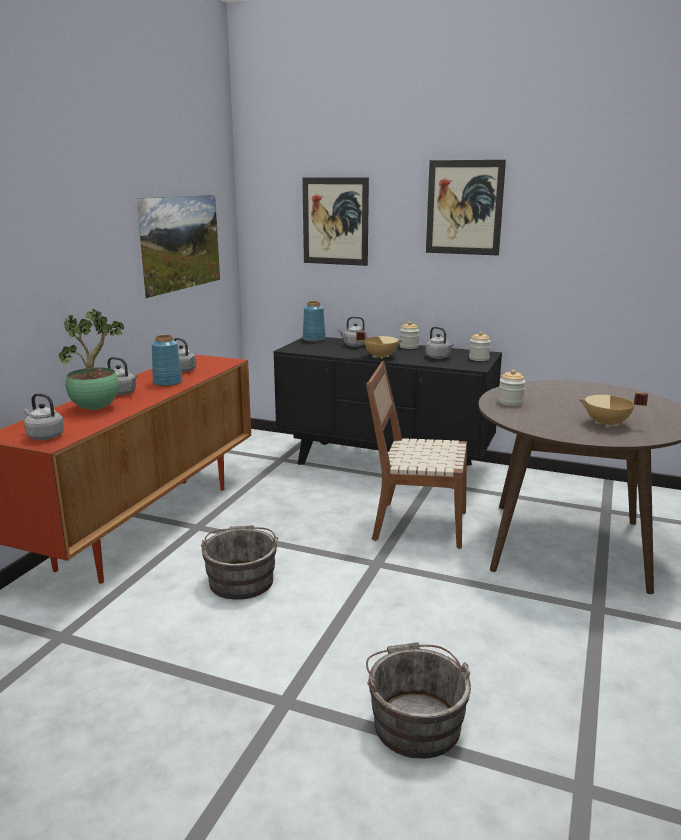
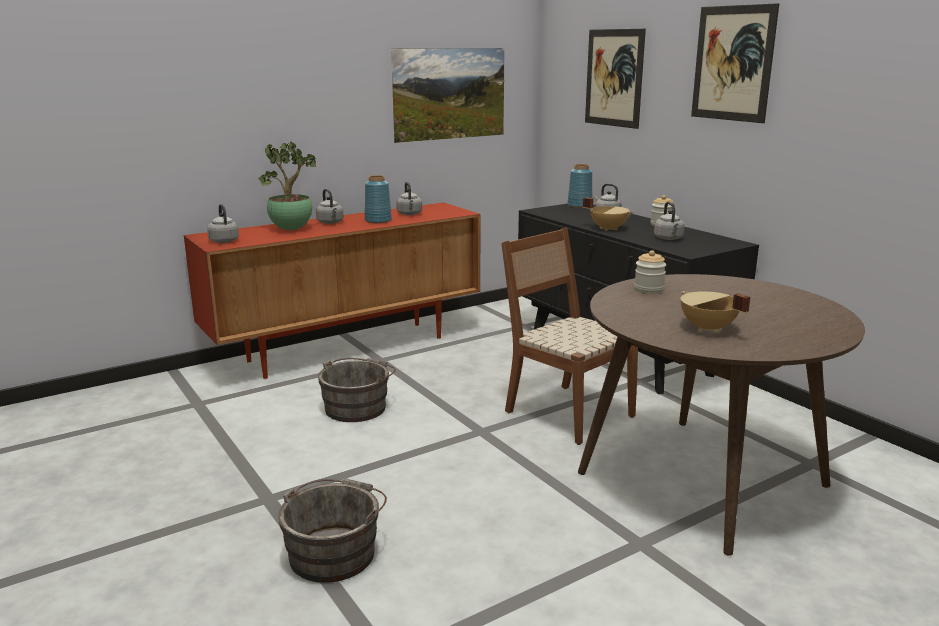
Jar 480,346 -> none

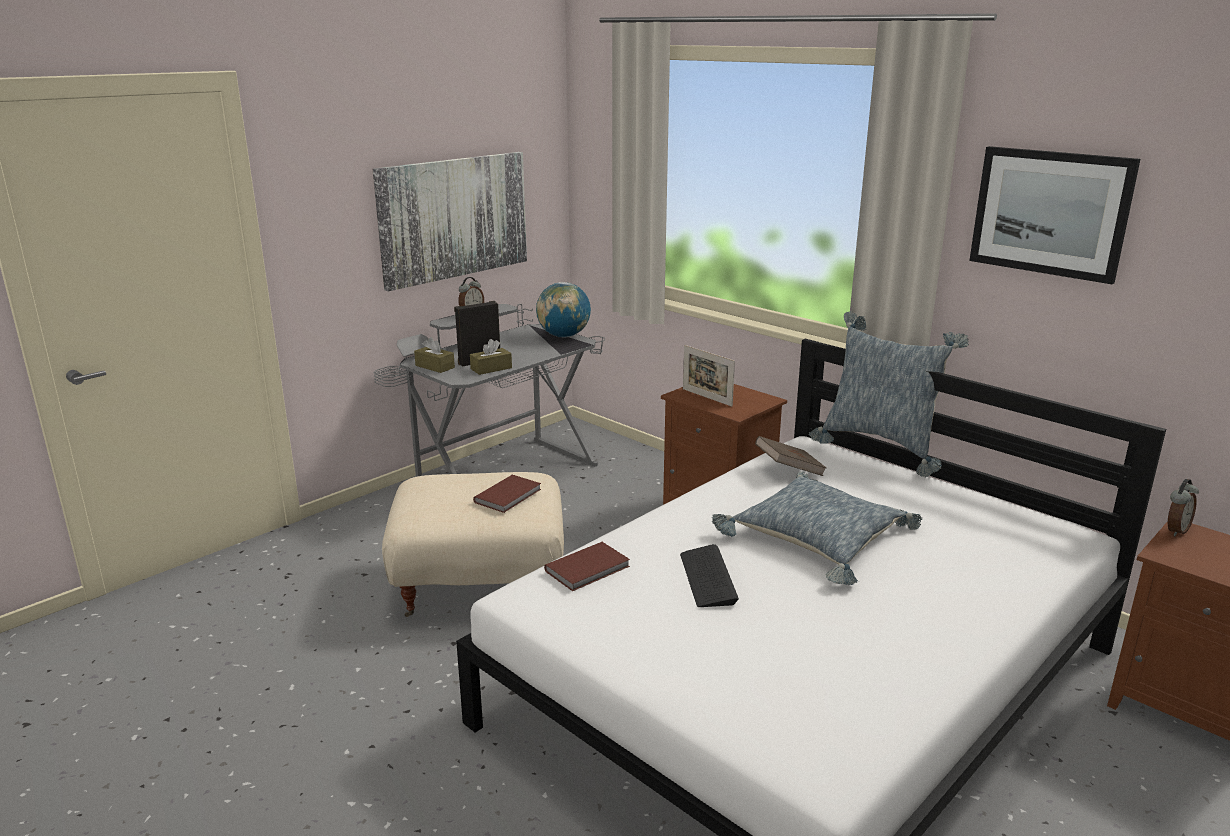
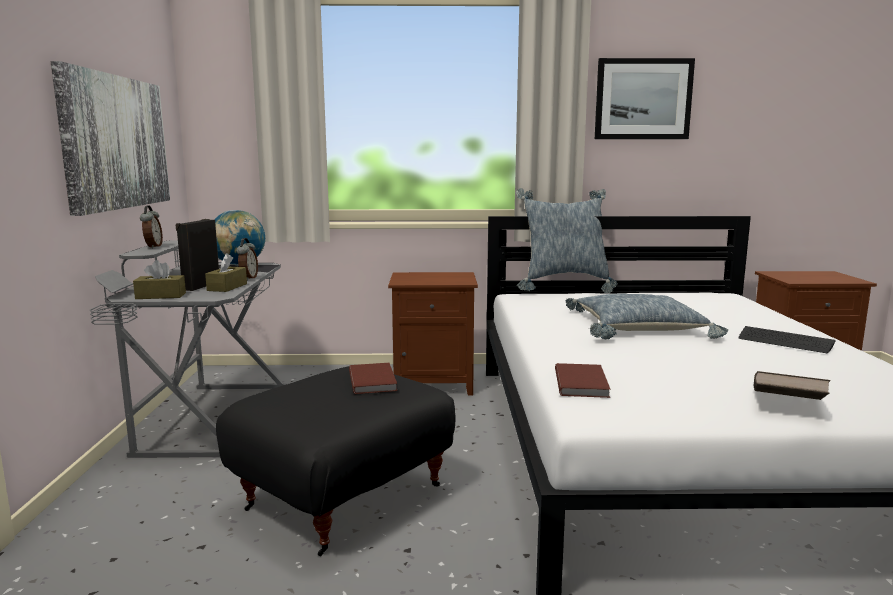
BeigeOttoman 473,544 -> BlackOttoman 336,461
AlarmClock 1183,507 -> AlarmClock 247,259, shifted
Keyboard 709,575 -> Keyboard 787,339, shifted
BrownBook 790,456 -> BrownBook 792,385, shifted
PictureFrame 709,376 -> none

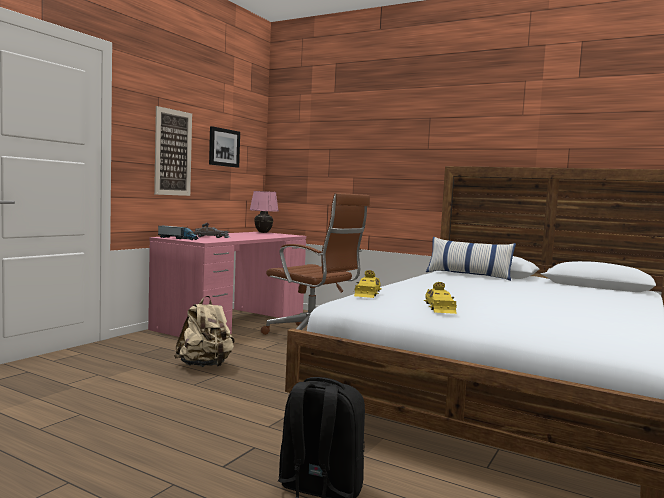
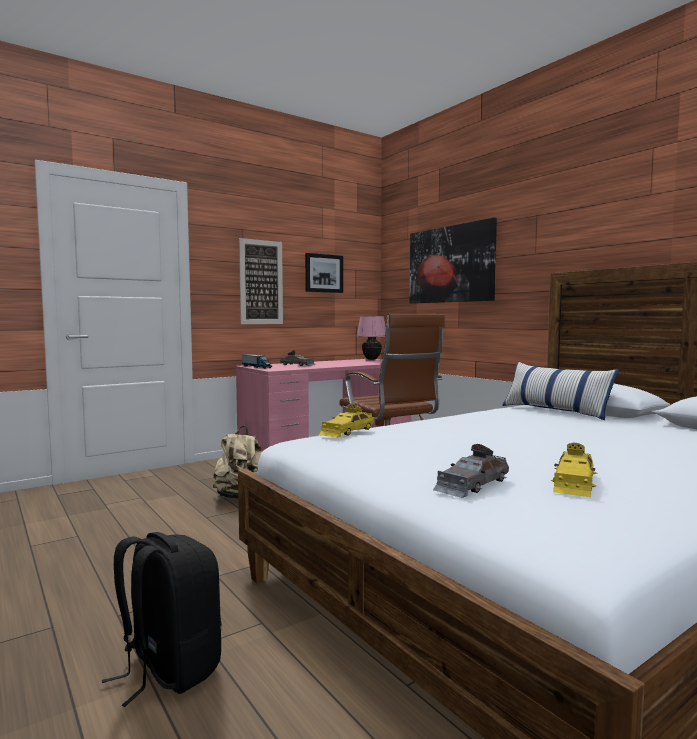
none -> Picture 453,260
none -> GreyToyCar 471,471
YellowToyCar 440,298 -> YellowToyCar 573,469, shifted

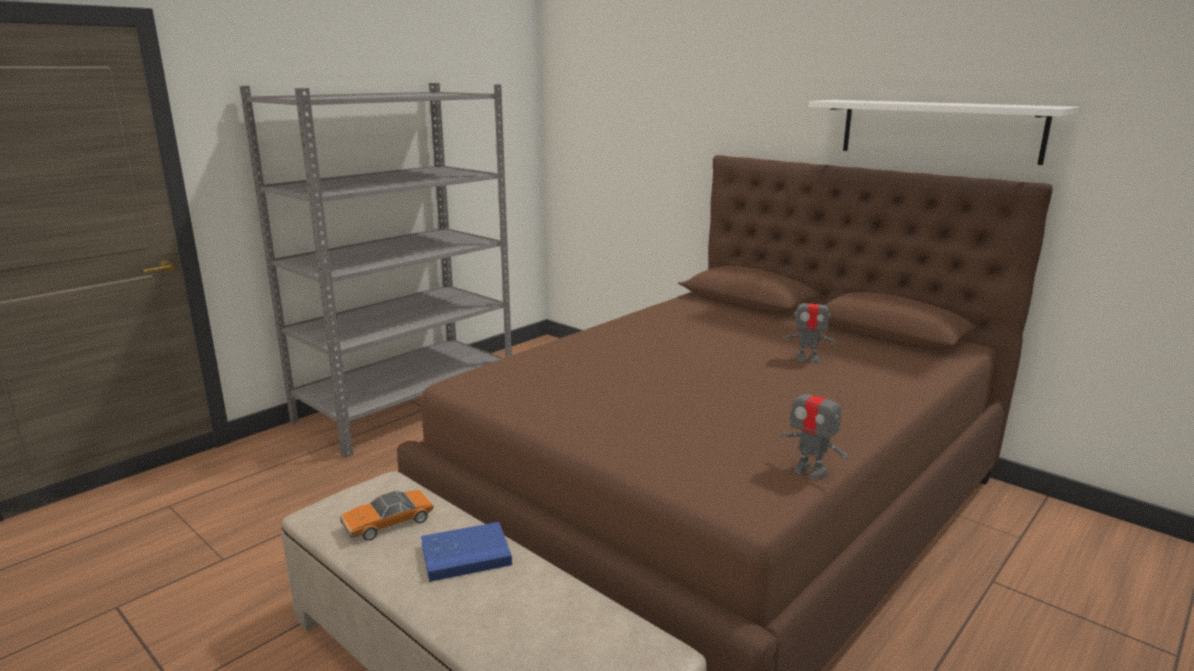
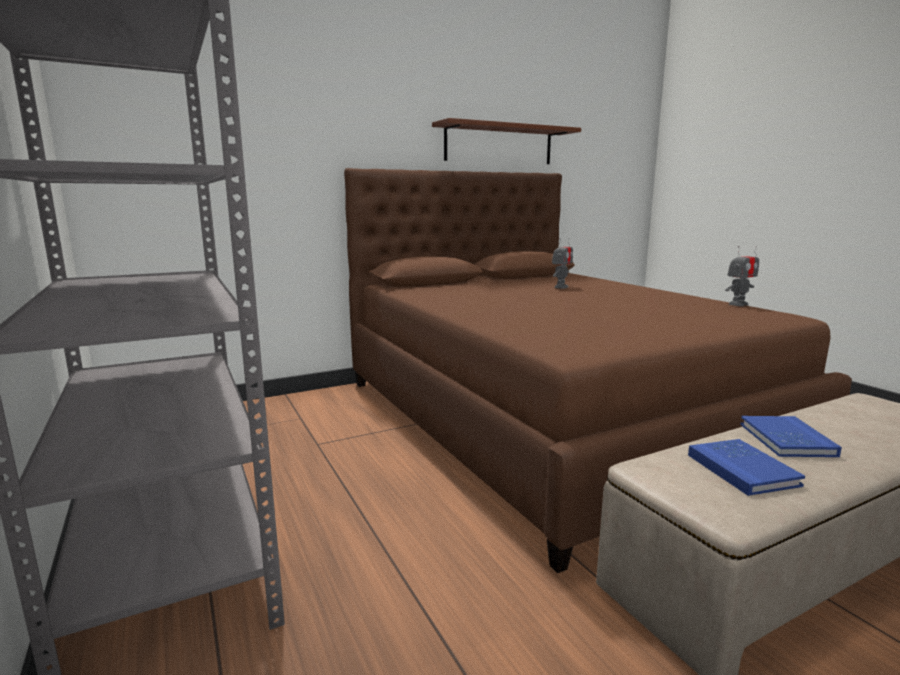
WhiteShelf 943,132 -> BrownShelf 506,141
ToyCar 387,515 -> BlueBook 746,467

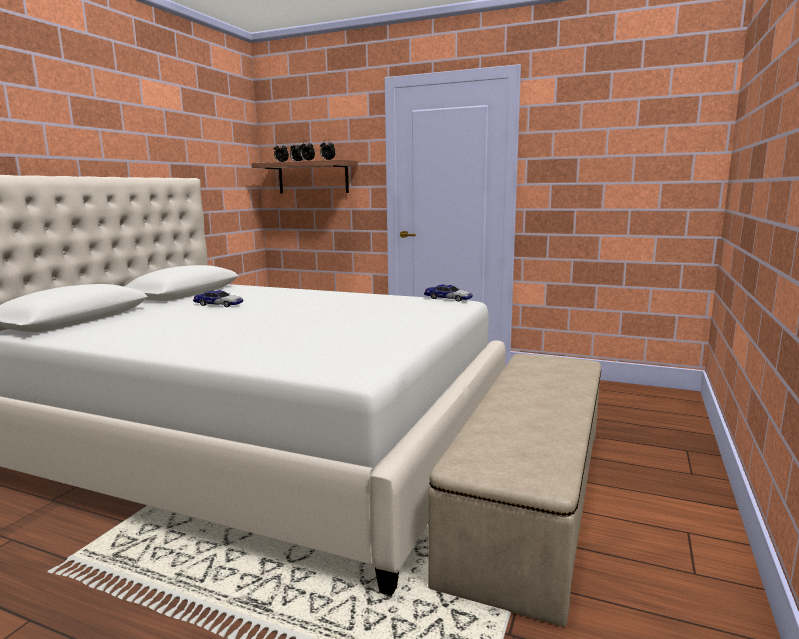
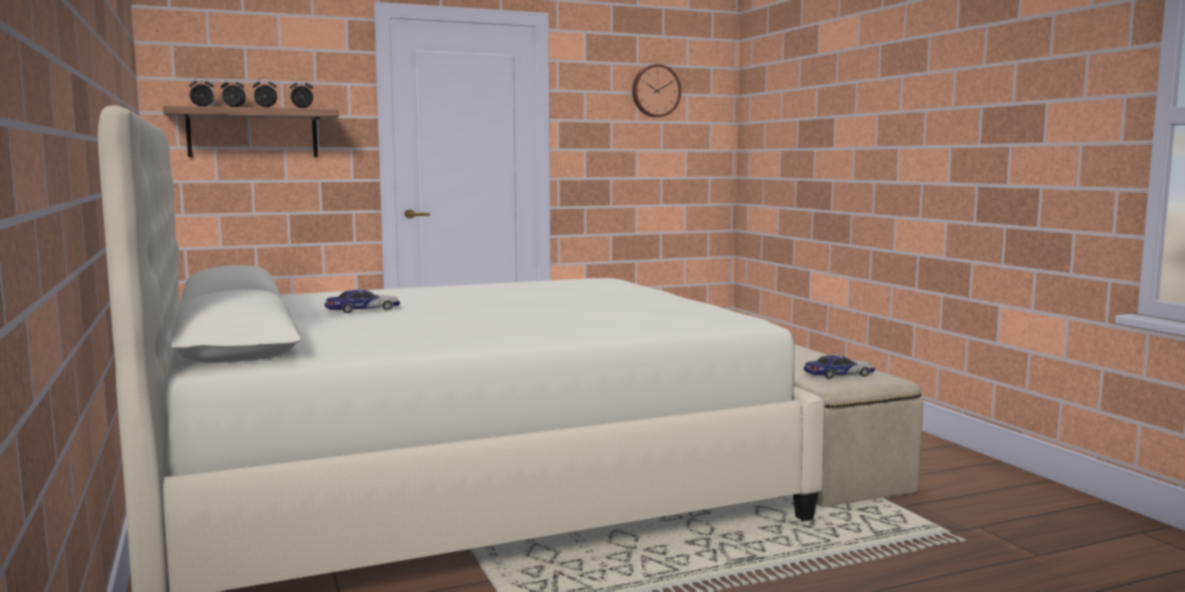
none -> WallClock 656,90
ToyCar 448,292 -> ToyCar 839,366, shifted

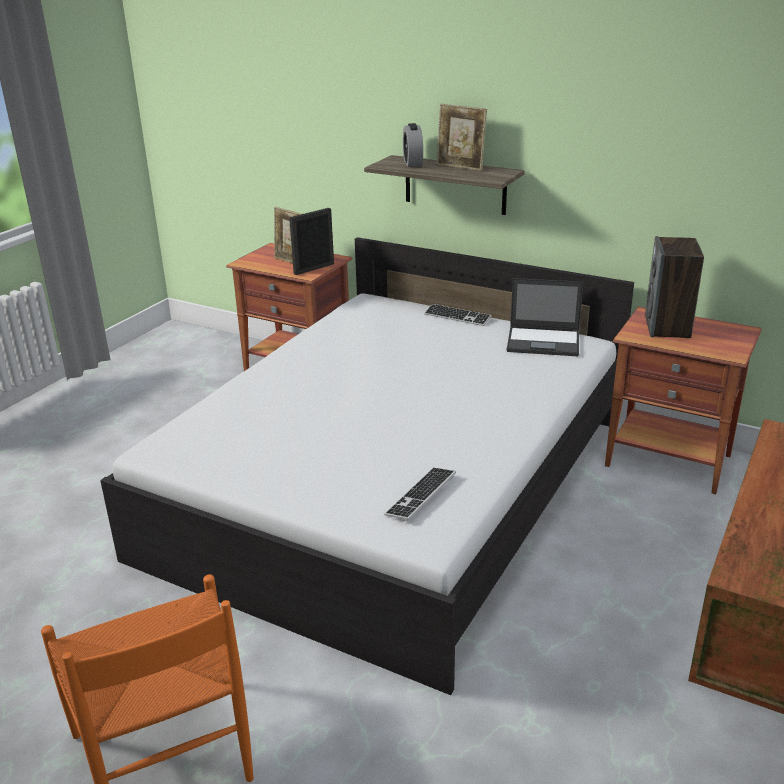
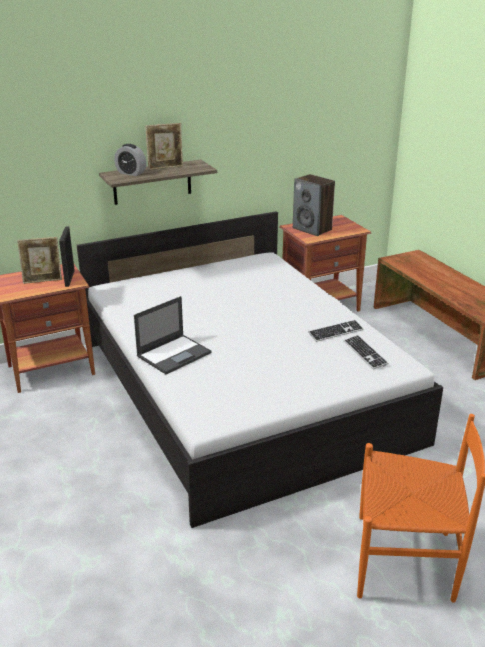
Laptop 545,317 -> Laptop 173,335, shifted
Keyboard 457,315 -> Keyboard 336,331, shifted

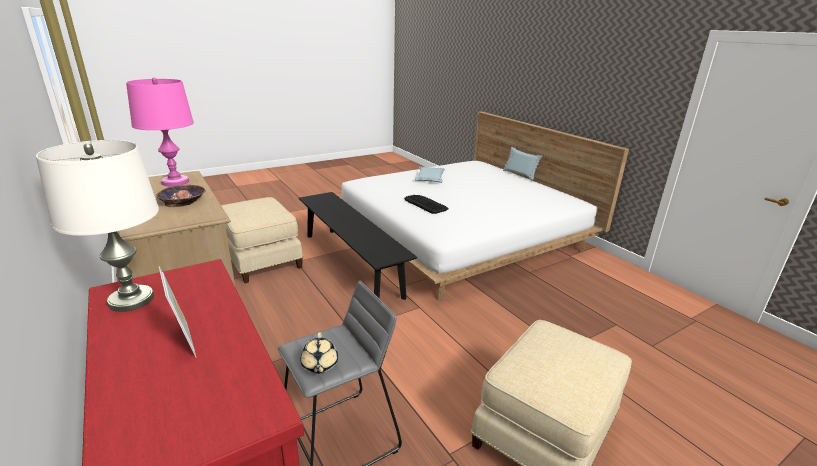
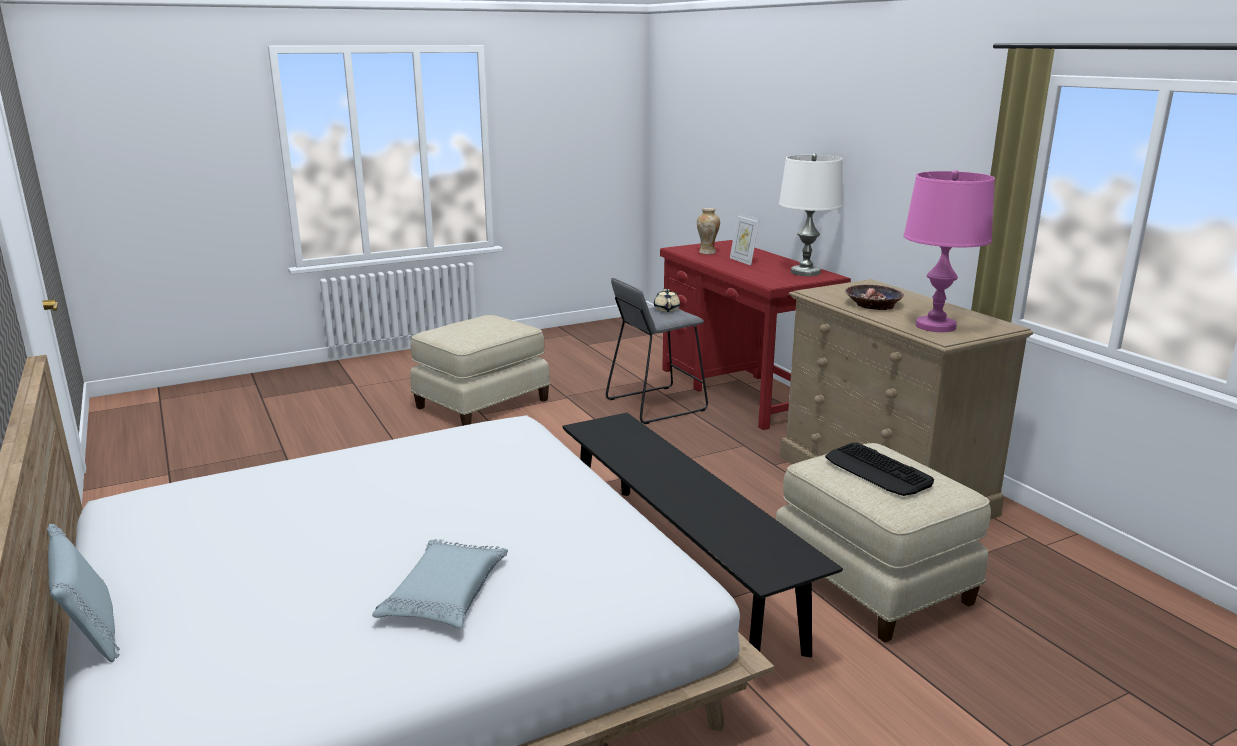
none -> Vase 708,231
Keyboard 426,204 -> Keyboard 879,469, shifted

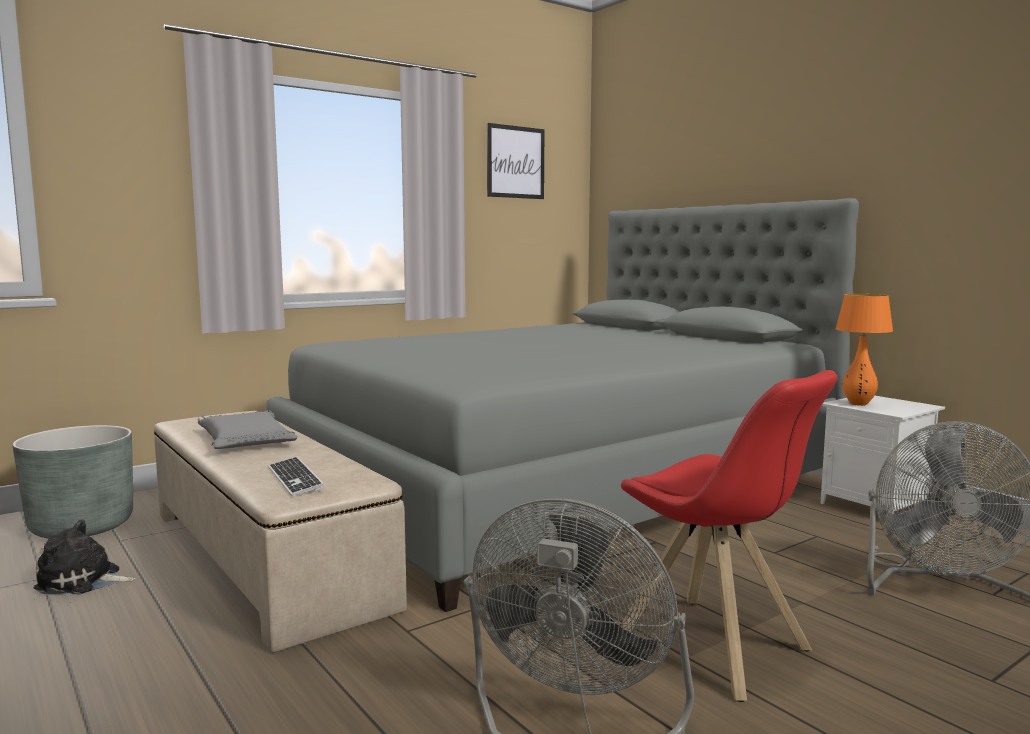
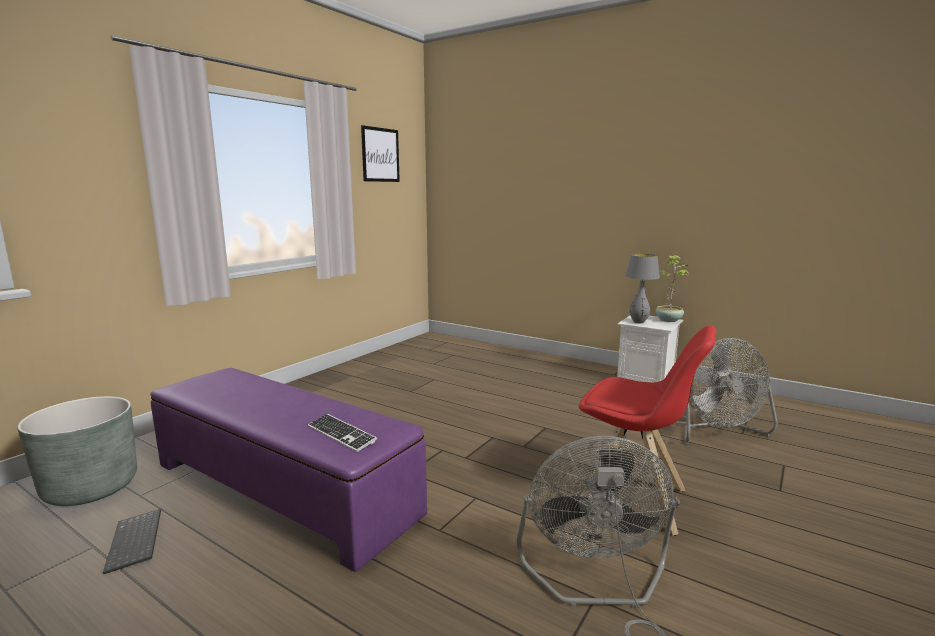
PlushToy 84,556 -> Keyboard 132,541
BeigeBench 280,532 -> PurpleBench 289,470
OrangeTableLamp 864,350 -> GreyTableLamp 643,288
none -> PottedPlant 672,288
GreyPillow 247,429 -> none
GreyBed 562,405 -> none

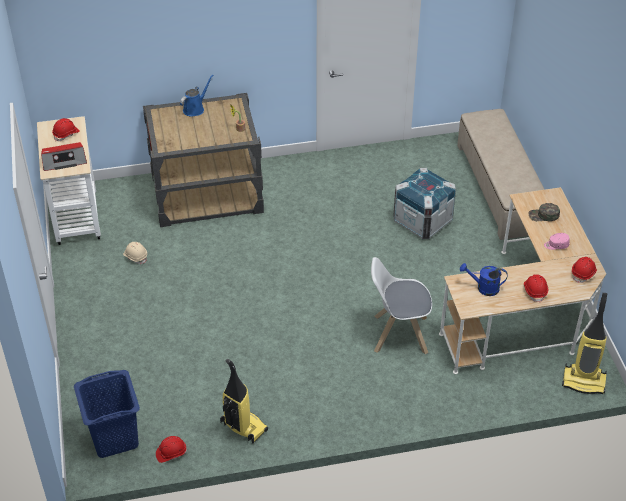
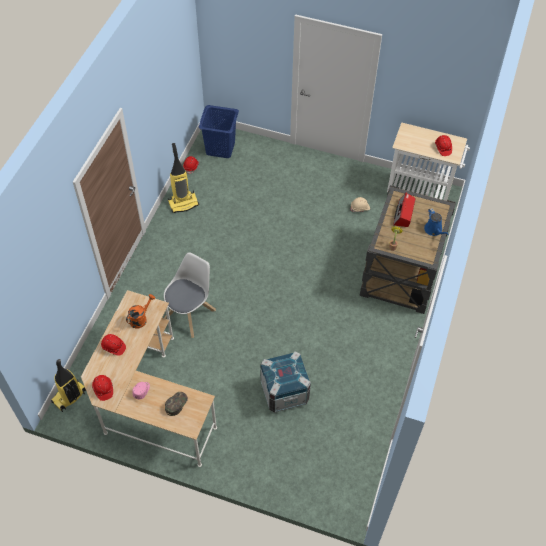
BlueWateringCan 484,279 -> OrangeWateringCan 140,311
Radio 64,156 -> Radio 404,210, shifted
BeigeBench 501,174 -> none

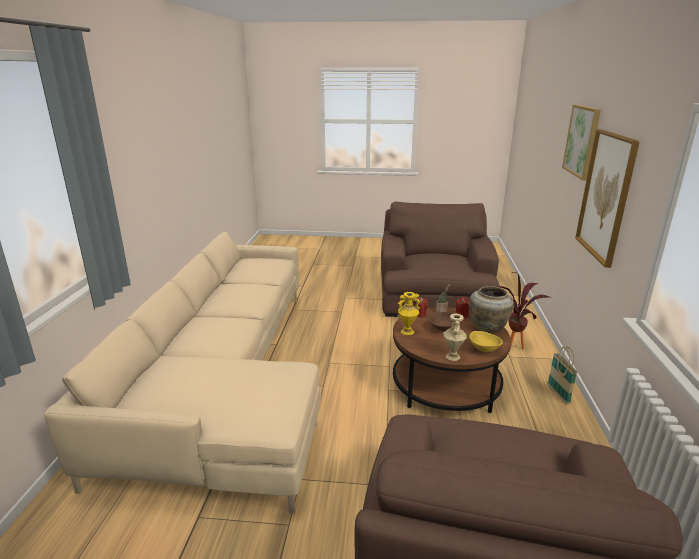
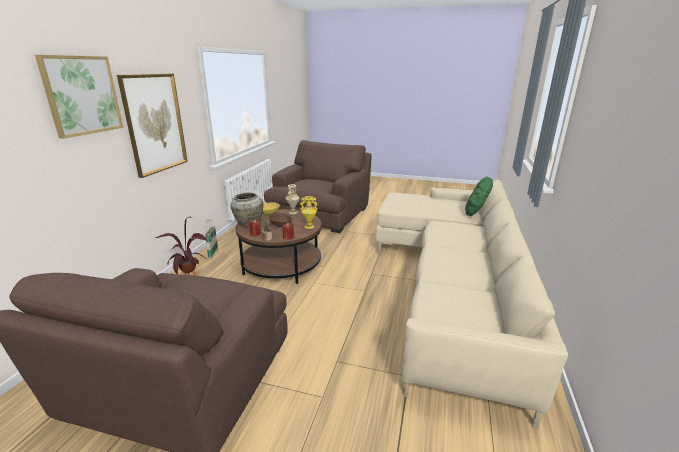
none -> GreenPillow 479,196

